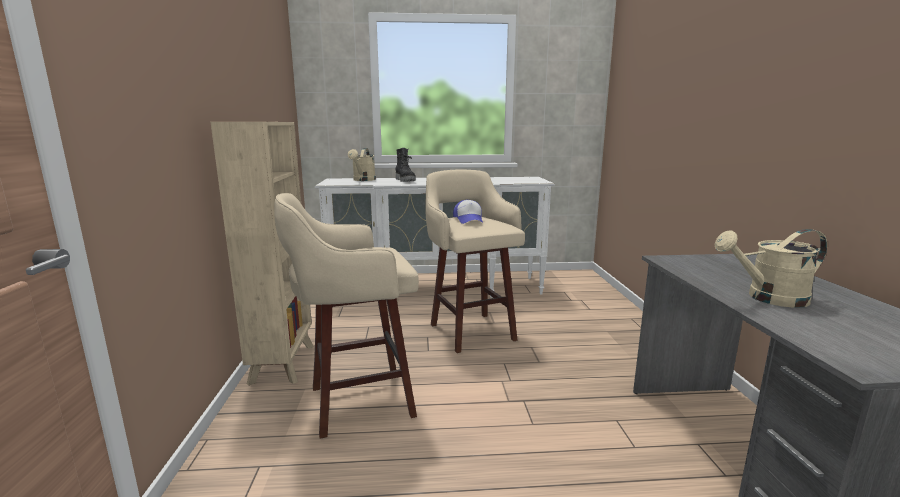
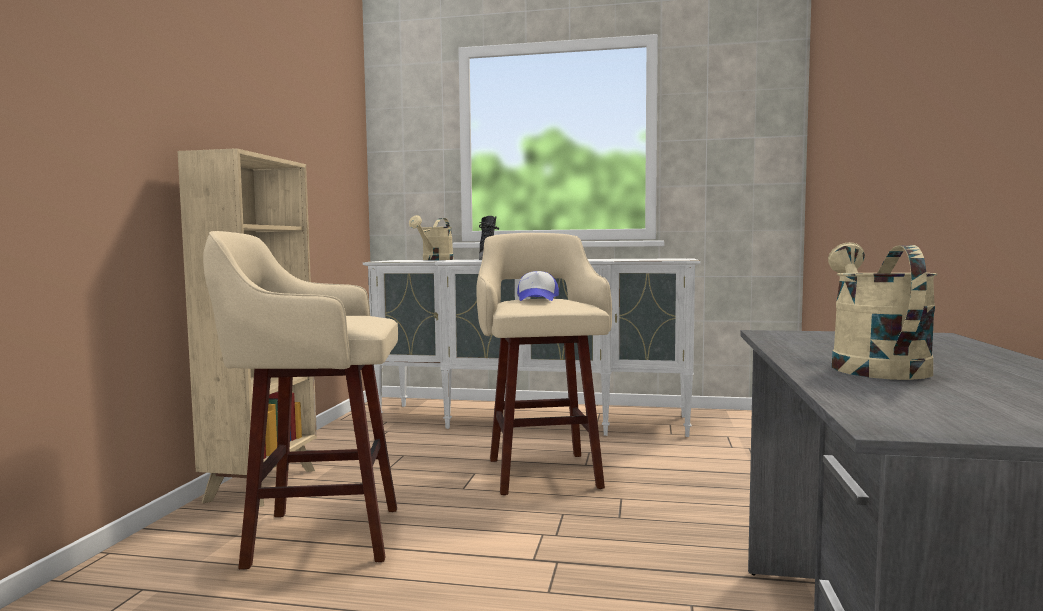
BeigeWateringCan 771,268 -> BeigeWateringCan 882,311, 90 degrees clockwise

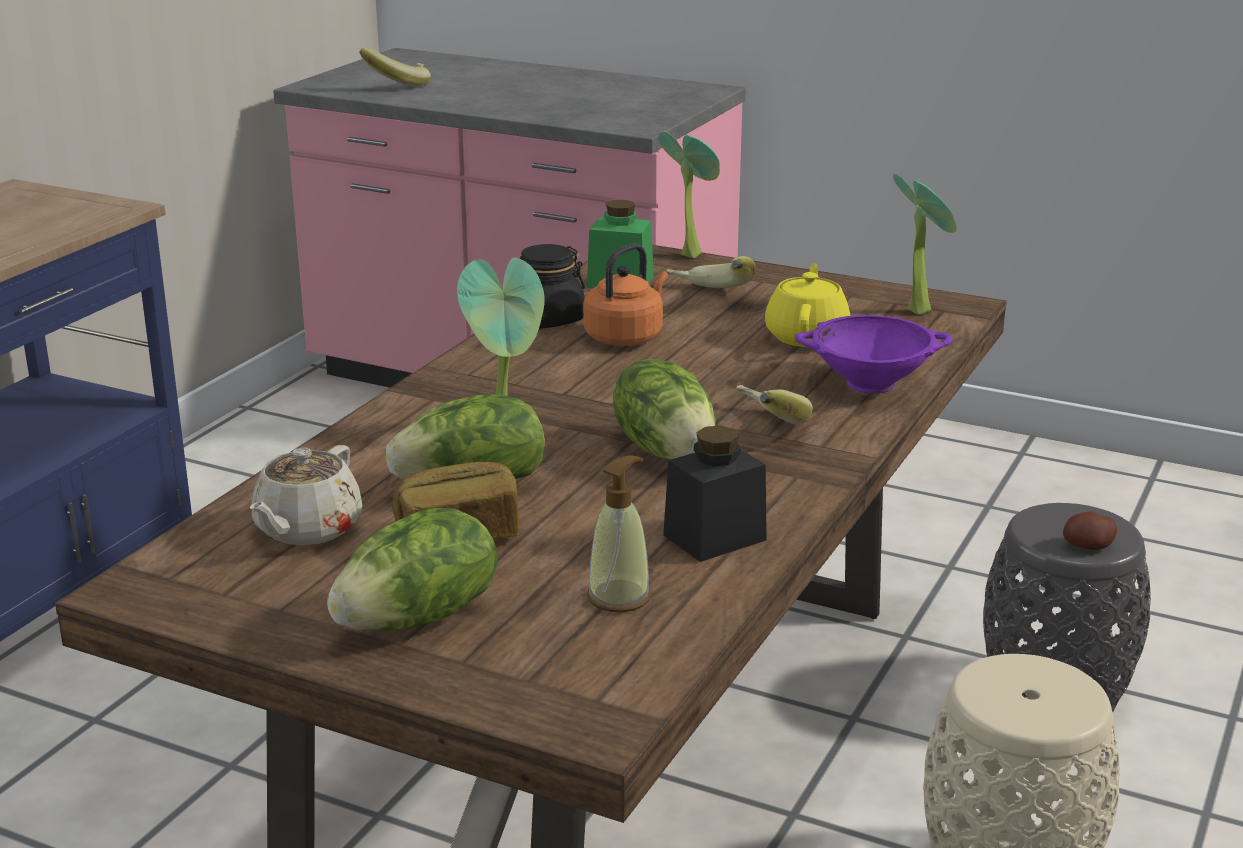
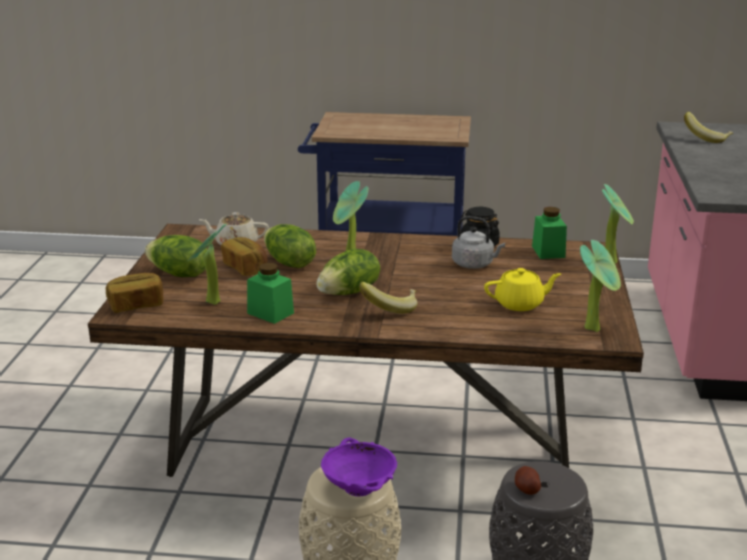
none -> Bread 134,293
SoapDispenser 619,534 -> PottedPlant 207,264
BlackJar 715,494 -> GreenJar 270,293
PurpleBowl 874,354 -> PurpleBowl 359,466, shifted
OrangeKettle 625,294 -> GreyKettle 478,242
Banana 711,272 -> none

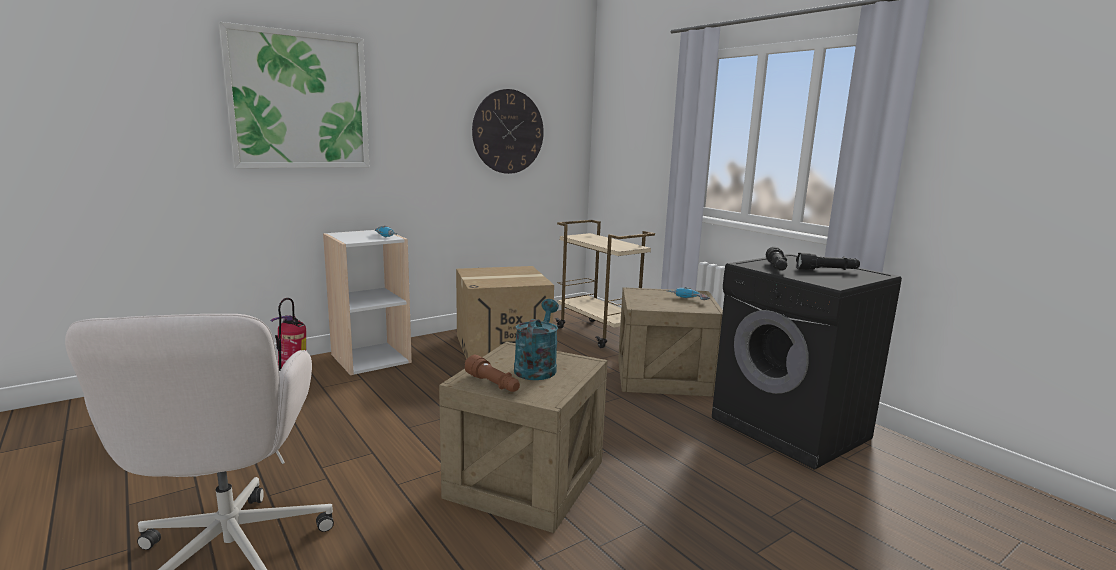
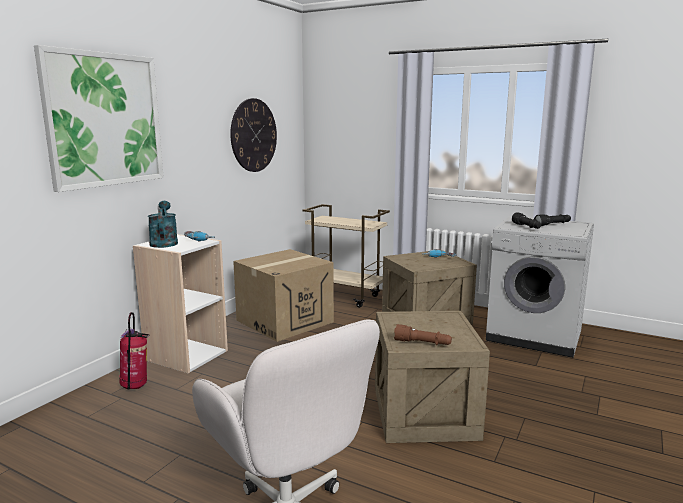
TurquoiseWateringCan 536,339 -> TurquoiseWateringCan 163,224, shifted
BlackWashingMachine 807,362 -> WhiteWashingMachine 540,287

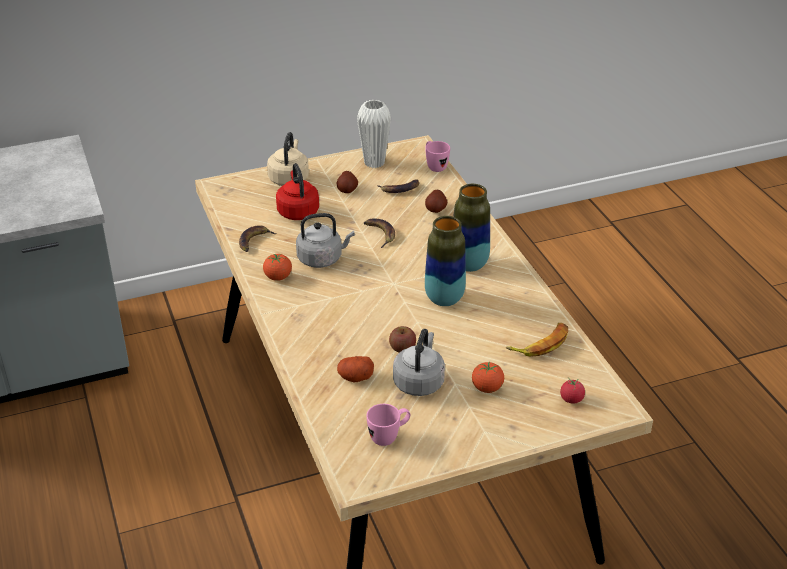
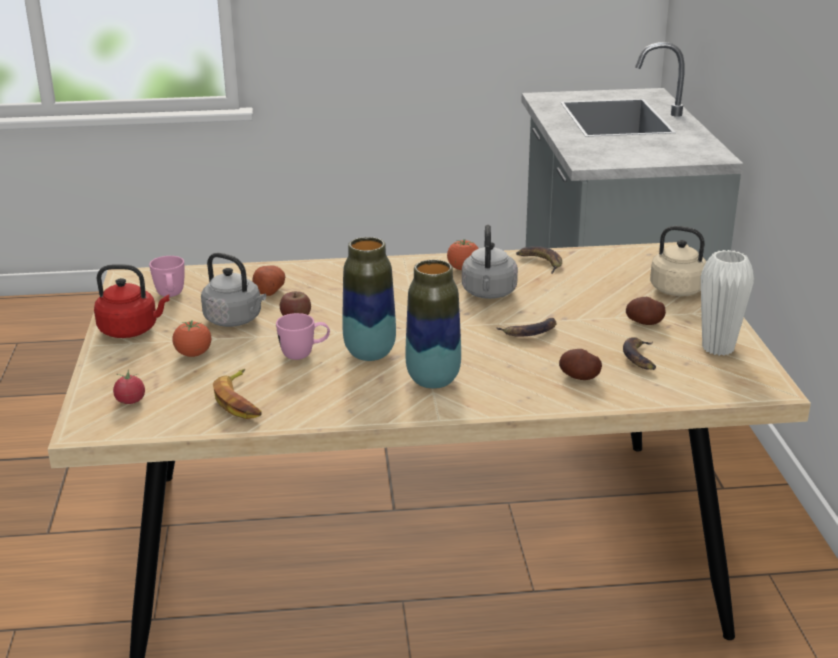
RedKettle 297,191 -> RedKettle 132,301, shifted
PinkMug 437,156 -> PinkMug 303,336, shifted

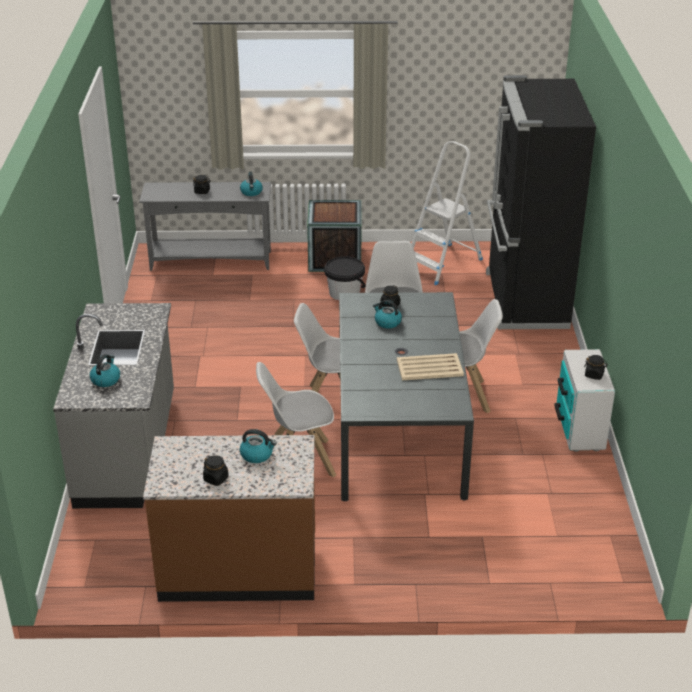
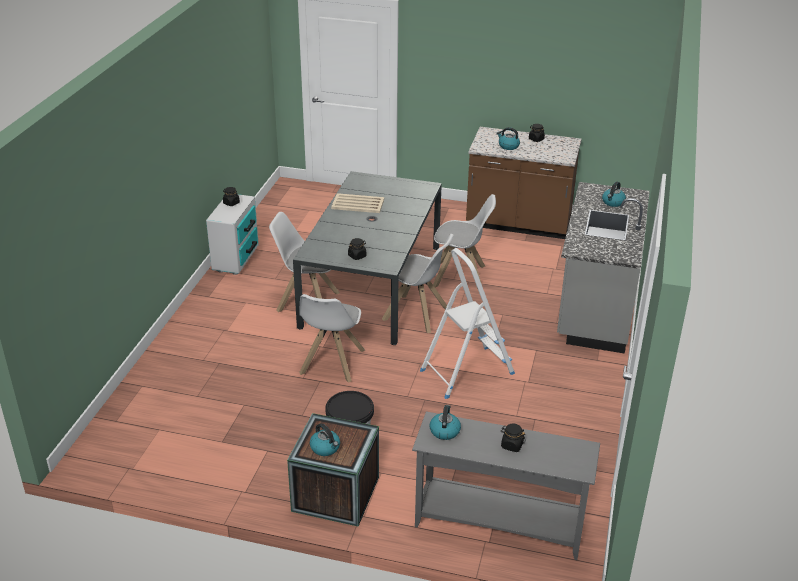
Kettle 387,314 -> Kettle 325,439, shifted
WhiteStepLadder 447,213 -> WhiteStepLadder 467,323, shifted
BlackFridge 541,202 -> none

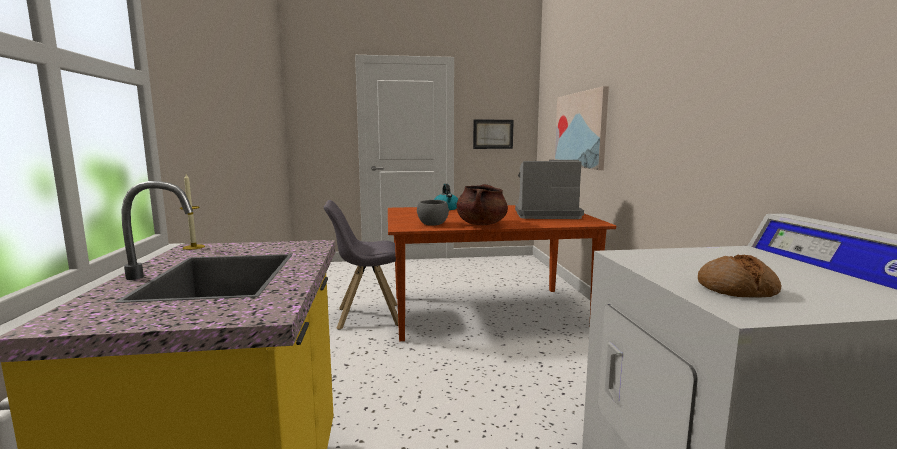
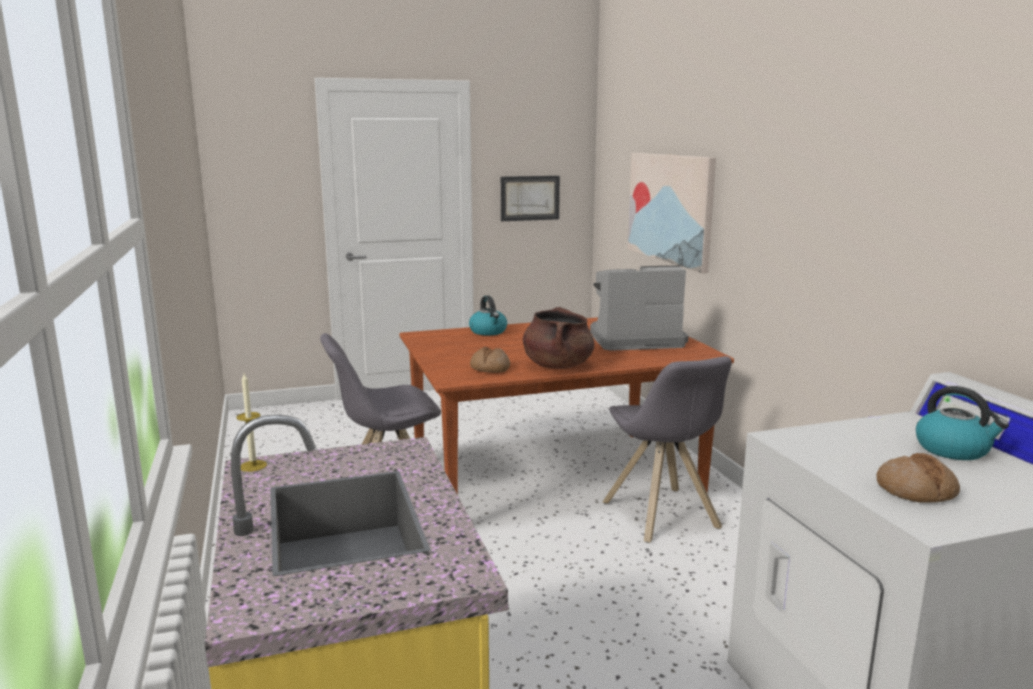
GreyBowl 433,213 -> Bread 490,360
none -> GreyChair 667,449
none -> Kettle 962,423

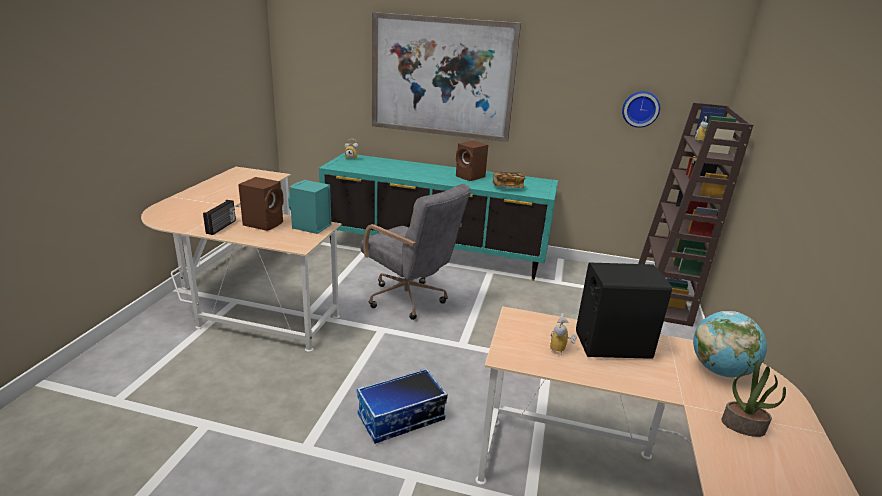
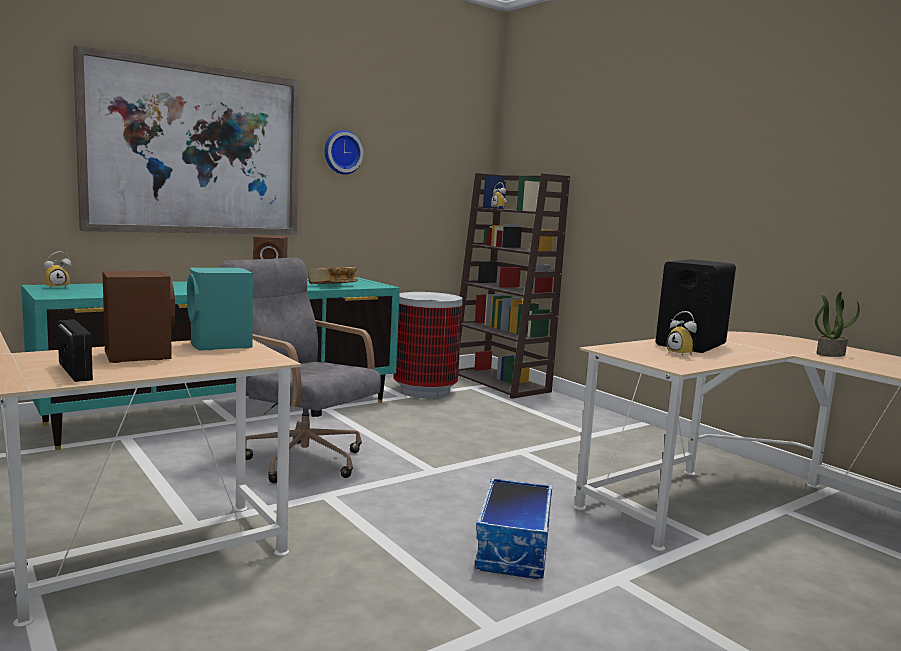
GreyOfficeChair 415,252 -> GreyOfficeChair 300,370, 135 degrees counterclockwise
WallClock 641,109 -> WallClock 343,152, shifted
none -> TrashCan 428,345
Globe 730,344 -> none

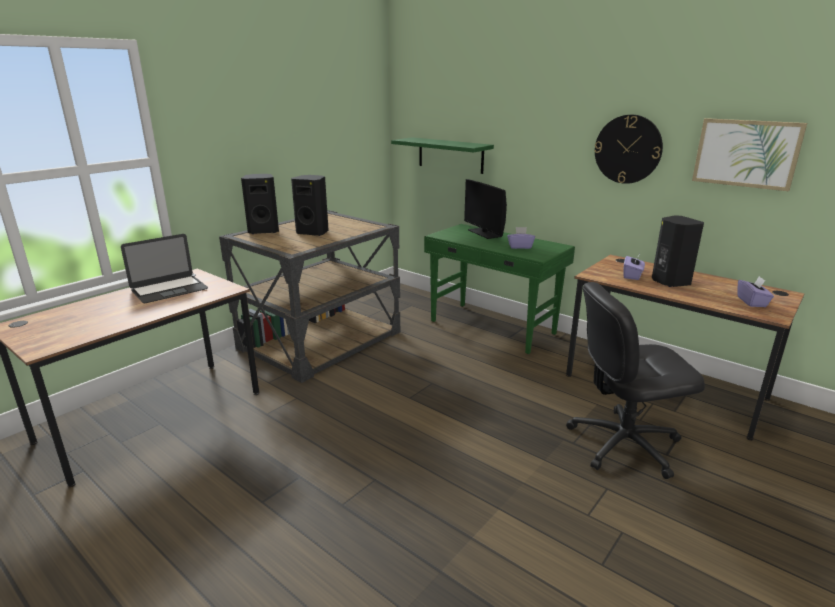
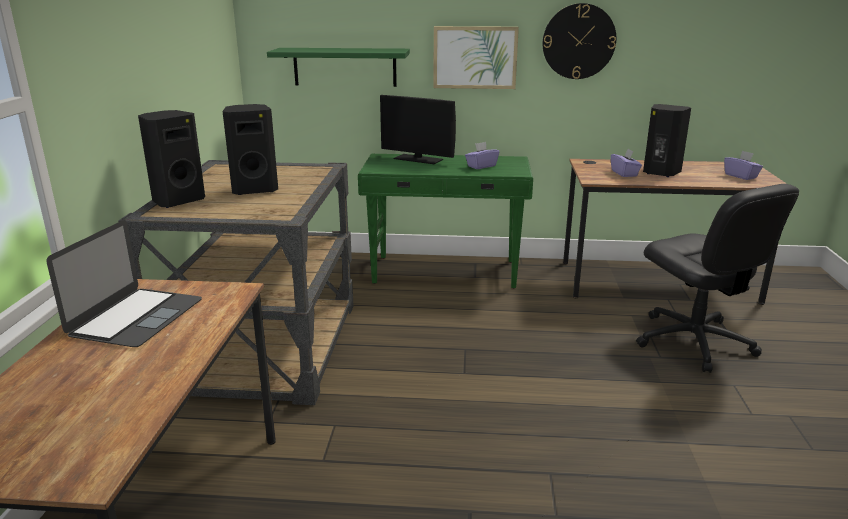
Picture 749,154 -> Picture 476,57, shifted
BlackOfficeChair 635,380 -> BlackOfficeChair 717,278, 75 degrees counterclockwise

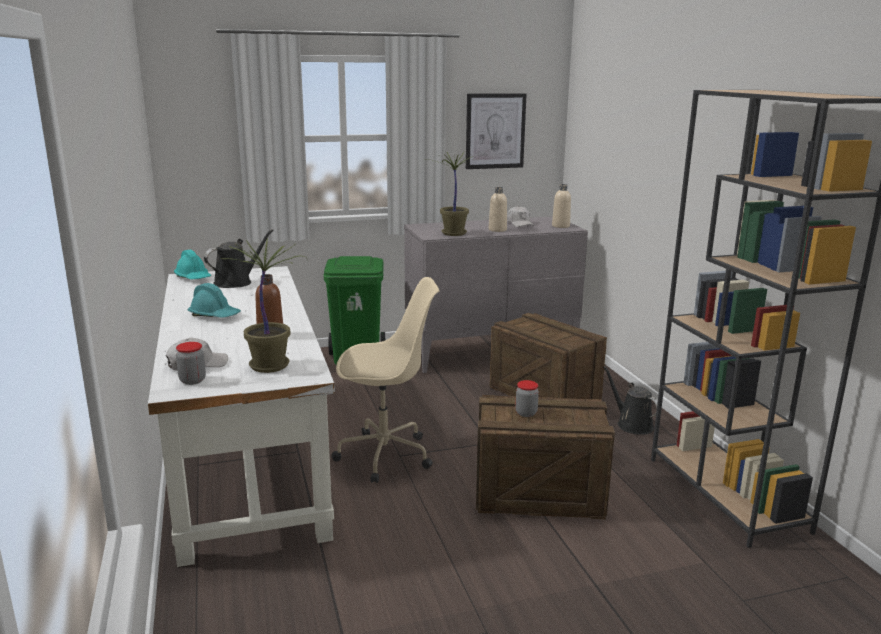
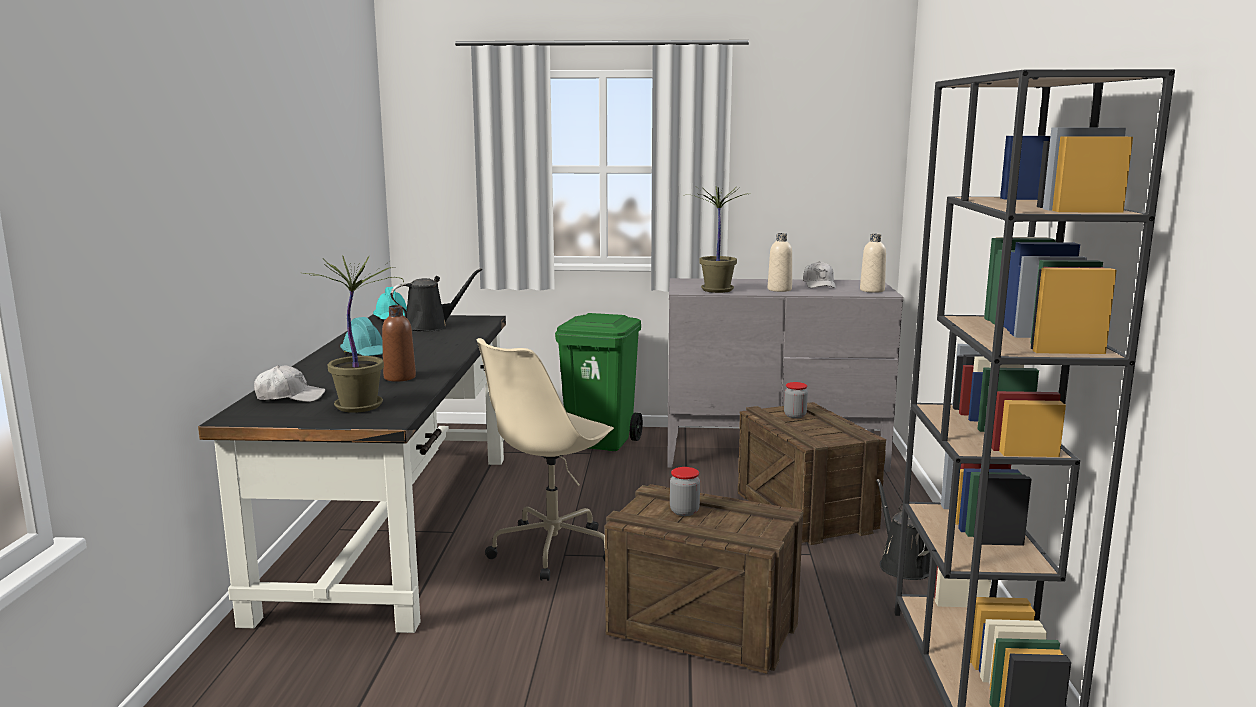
WhiteDesk 241,416 -> BlackDesk 352,473
BeigeOfficeChair 386,380 -> BeigeOfficeChair 545,459, 120 degrees clockwise
Jar 191,363 -> Jar 796,400, shifted
Picture 496,131 -> none

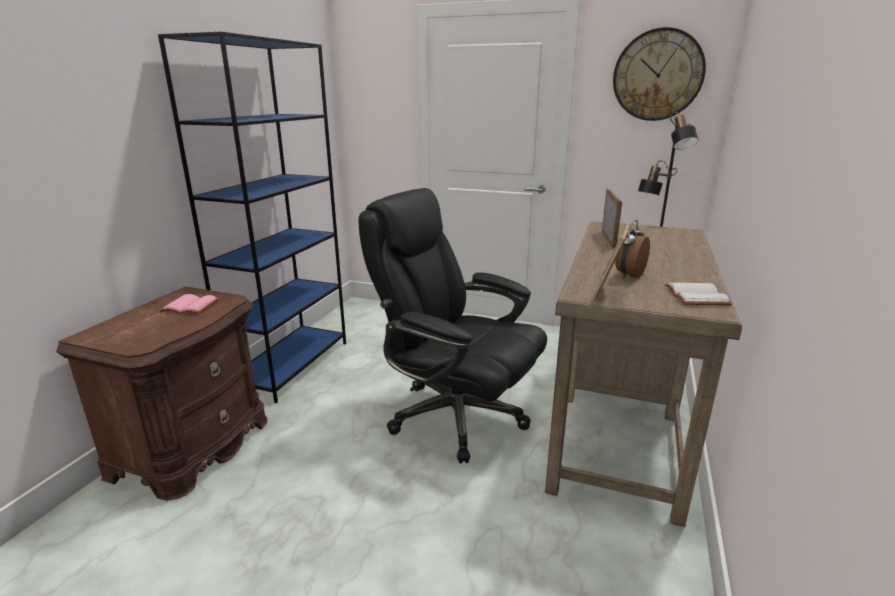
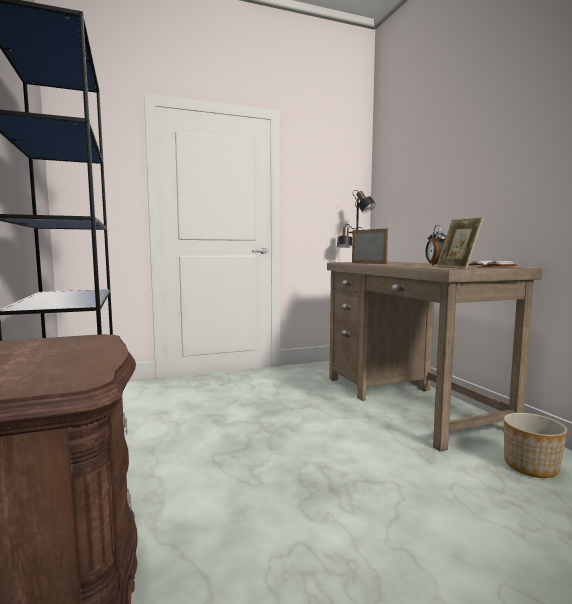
none -> Planter 535,445
PinkBook 190,304 -> none
BlackOfficeChair 453,325 -> none
WallClock 659,74 -> none

